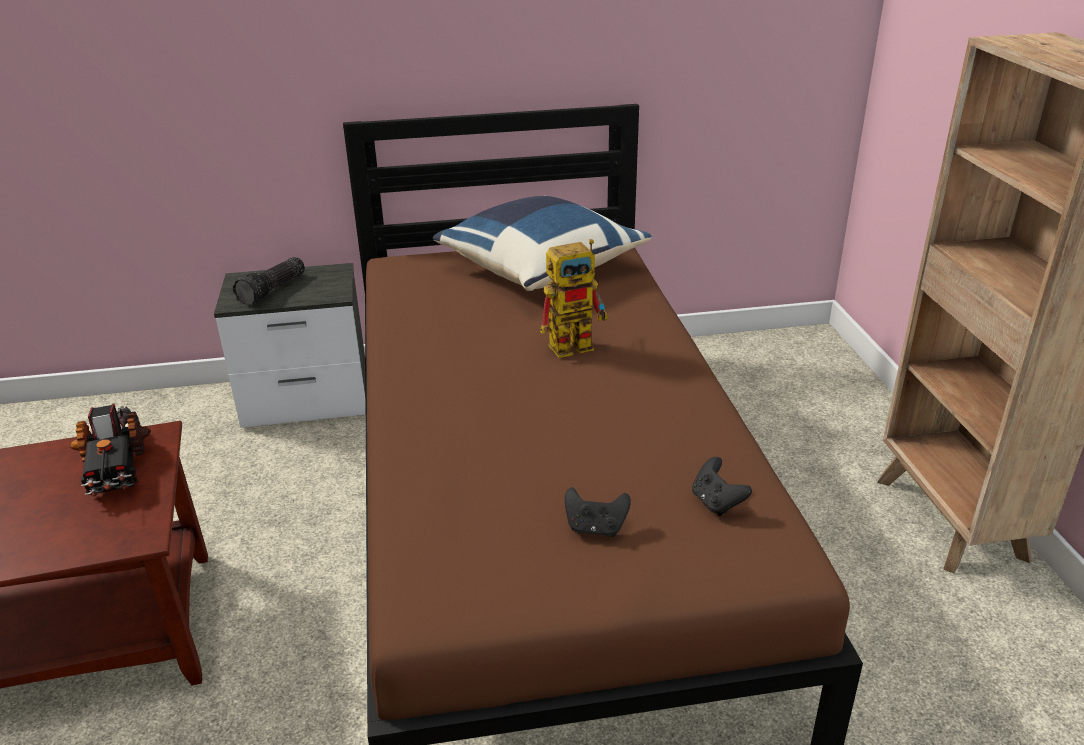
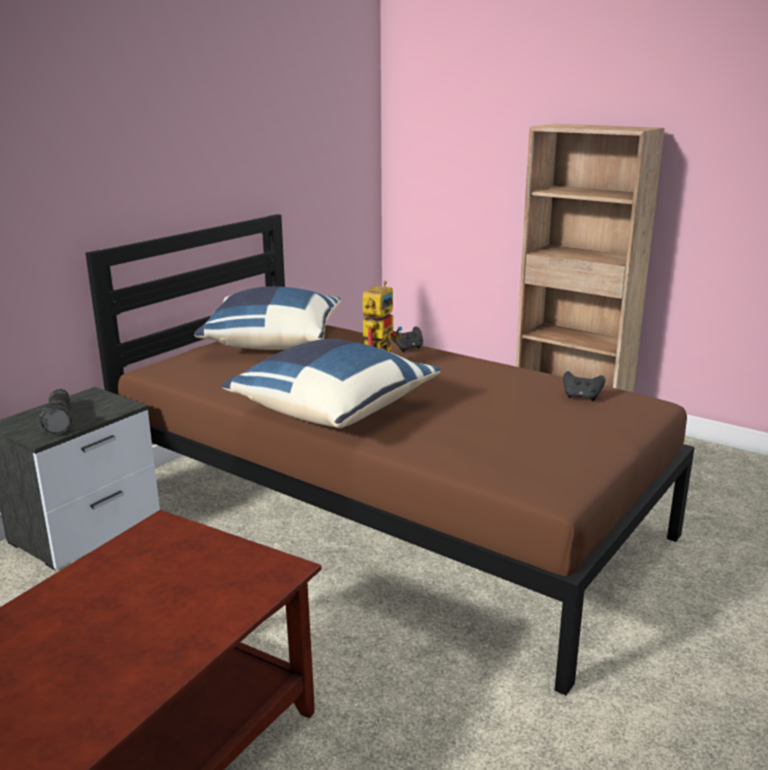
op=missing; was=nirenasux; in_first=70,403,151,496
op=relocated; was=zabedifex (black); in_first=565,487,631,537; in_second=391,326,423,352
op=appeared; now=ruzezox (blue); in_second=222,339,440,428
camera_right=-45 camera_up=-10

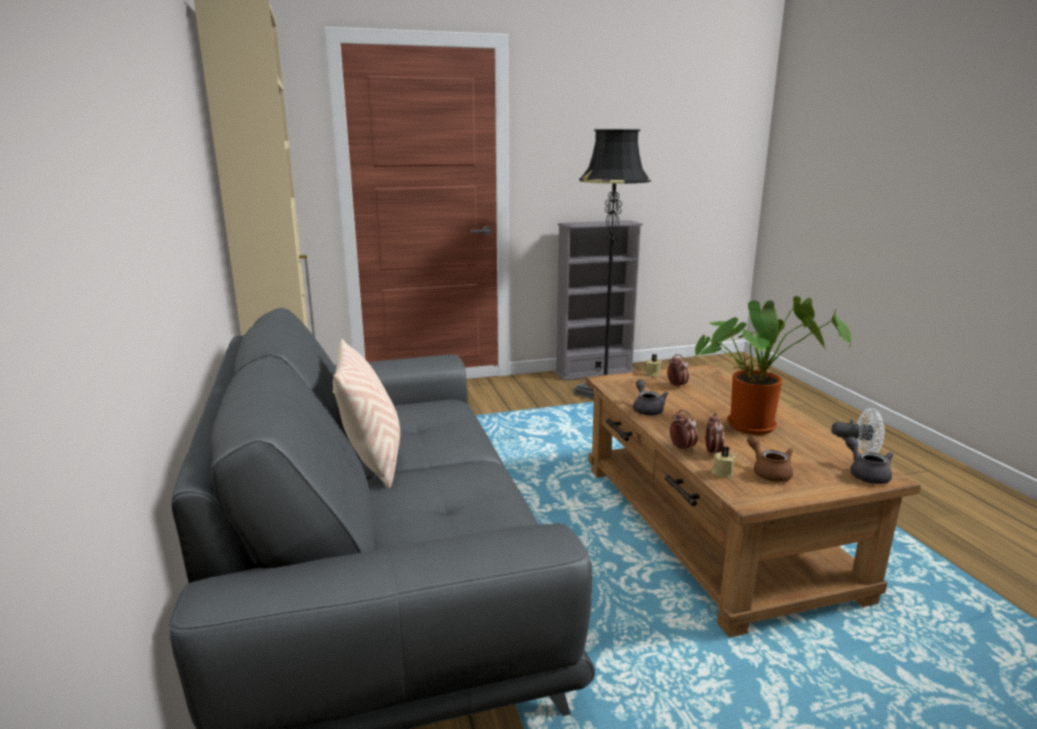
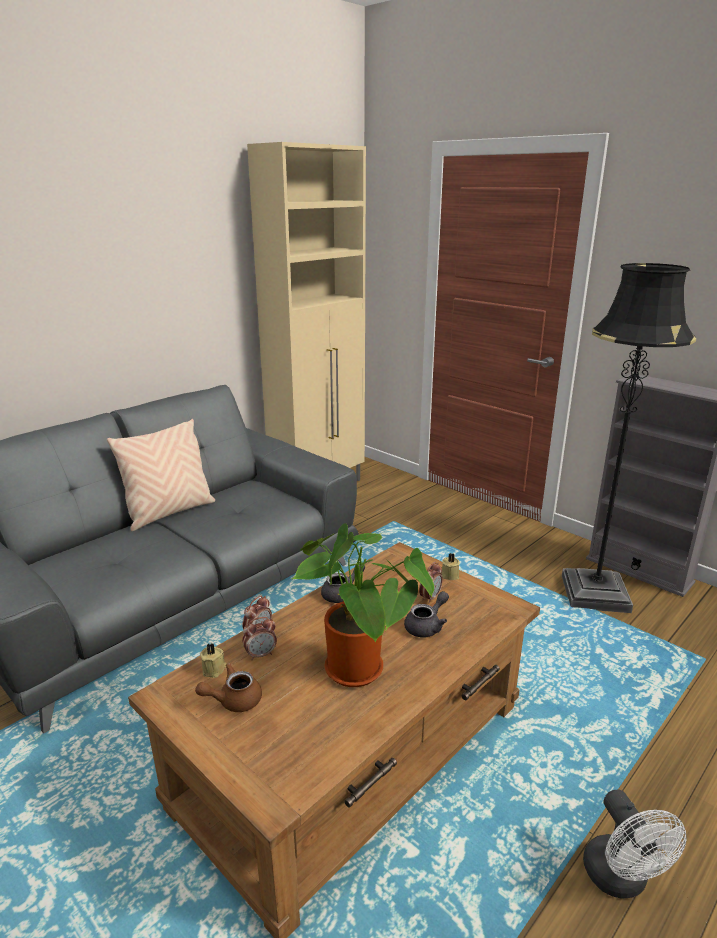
op=spun; was=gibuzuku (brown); in_first=747,435,793,482; in_second=195,663,262,712; clockwise=-150
op=relocated; was=gibuzuku (grey); in_first=846,437,894,484; in_second=404,591,449,638
camera_right=60 camera_up=5

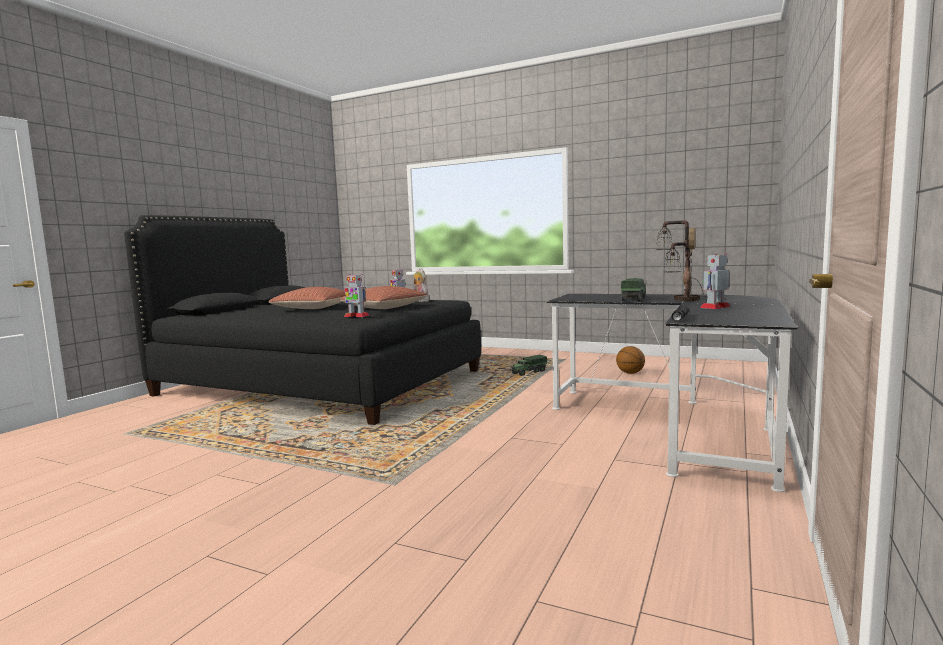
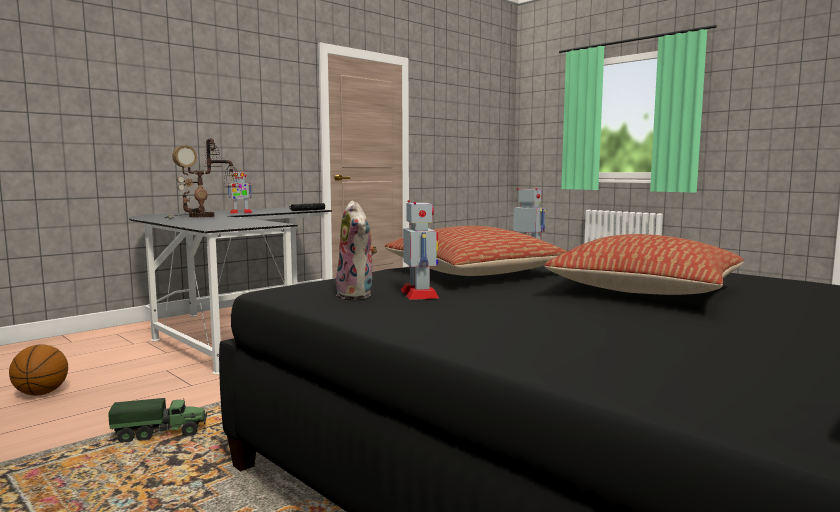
op=missing; was=nirenasux; in_first=621,278,647,301
camera_right=-160 camera_up=0

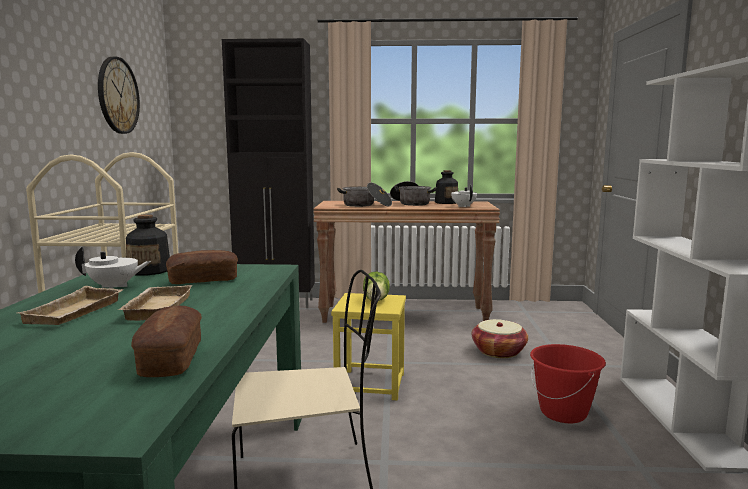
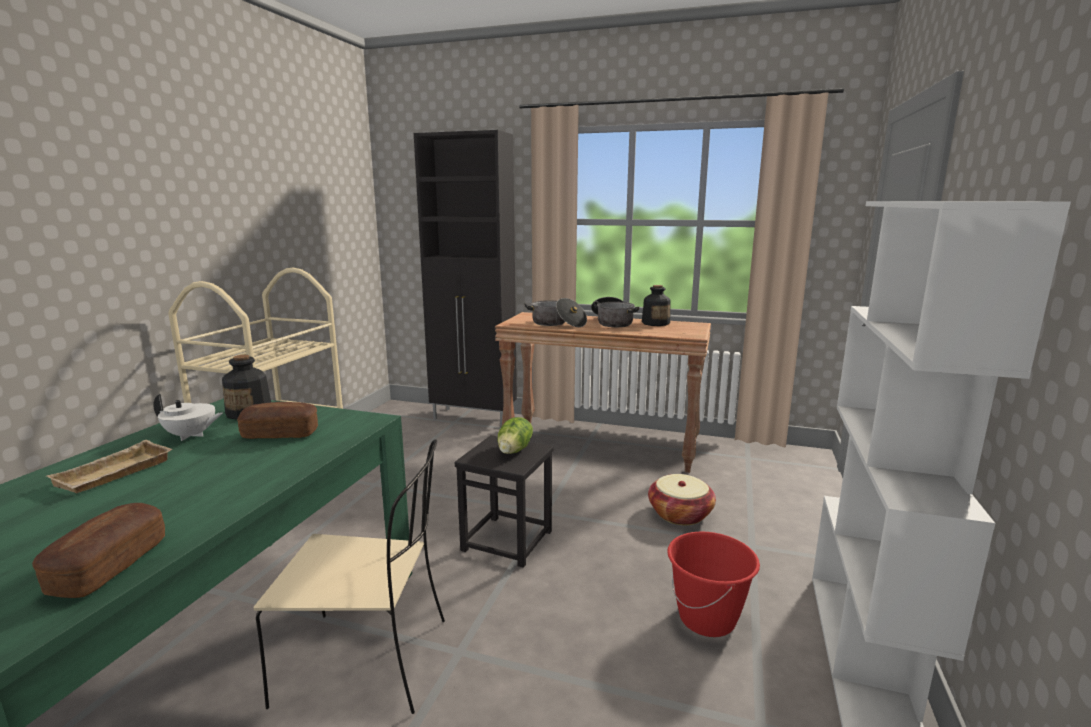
op=missing; was=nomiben; in_first=98,57,140,134
op=missing; was=gibuzuku (white); in_first=451,185,477,207
op=missing; was=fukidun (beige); in_first=118,285,192,321
op=colour; was=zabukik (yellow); now=zabukik (black); in_first=331,293,406,400; in_second=455,435,554,568
camera_right=15 camera_up=5

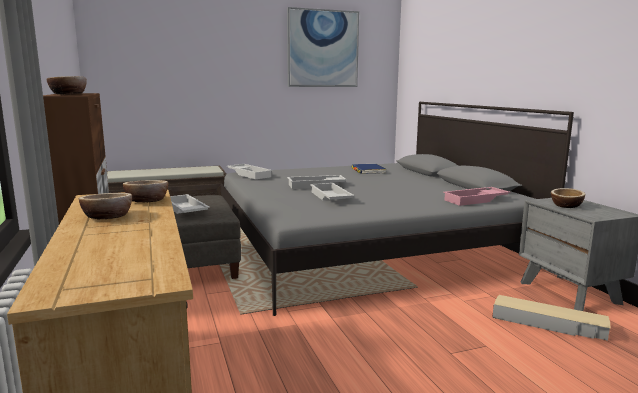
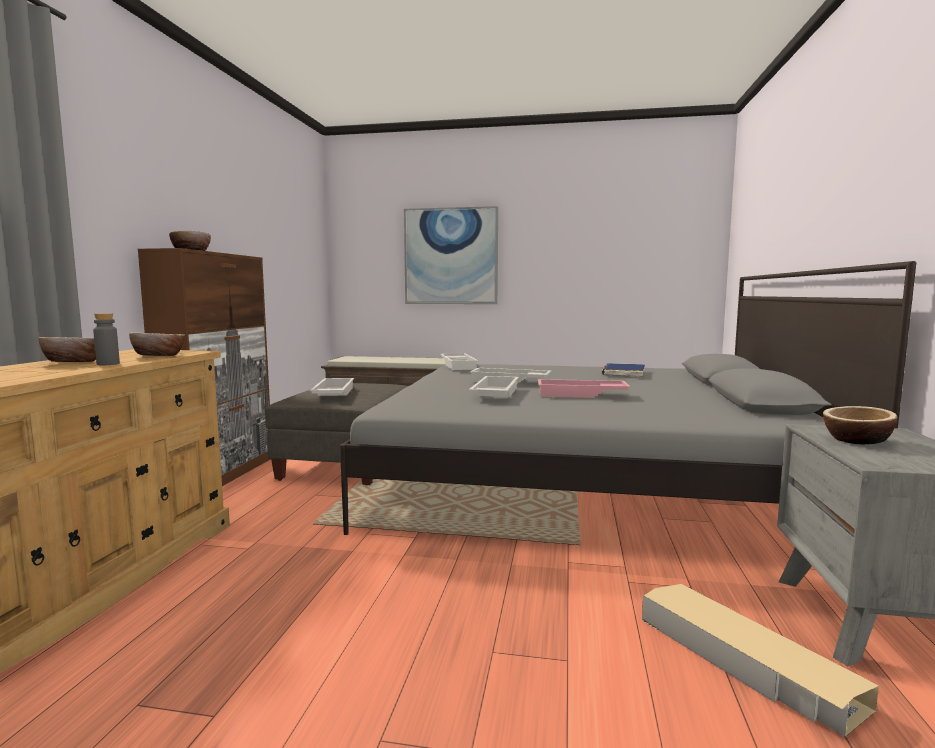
op=relocated; was=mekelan; in_first=287,7,359,87; in_second=404,206,498,304
op=relocated; was=fukidun (pink); in_first=443,187,510,206; in_second=538,379,630,398
op=appeared; now=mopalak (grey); in_second=93,313,120,365
camera_right=30 camera_up=-5

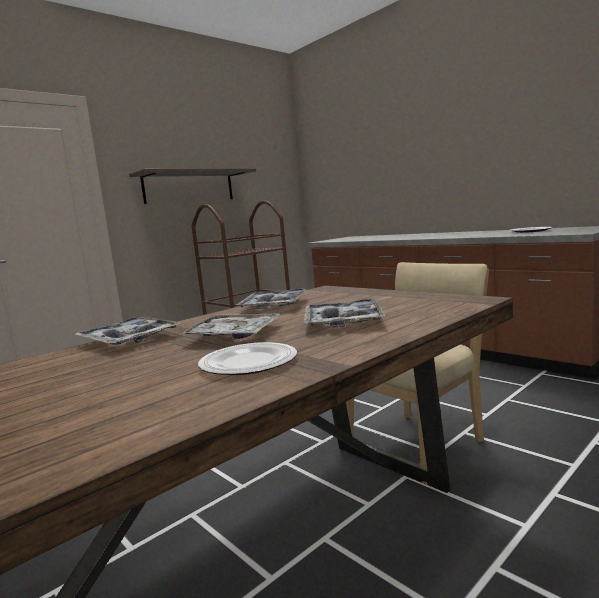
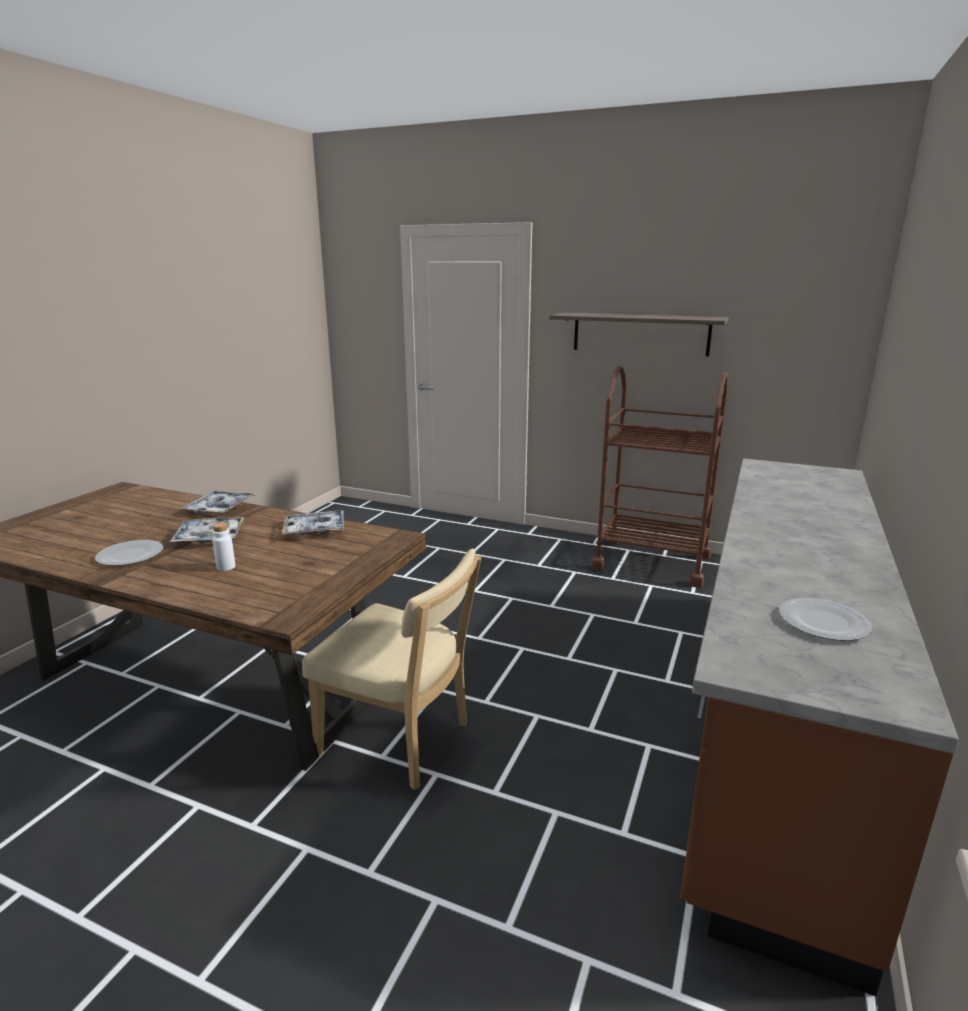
op=exchanged; was=fukidun; now=mopalak (white); in_first=303,299,385,328; in_second=212,522,235,571
camera_right=65 camera_up=10

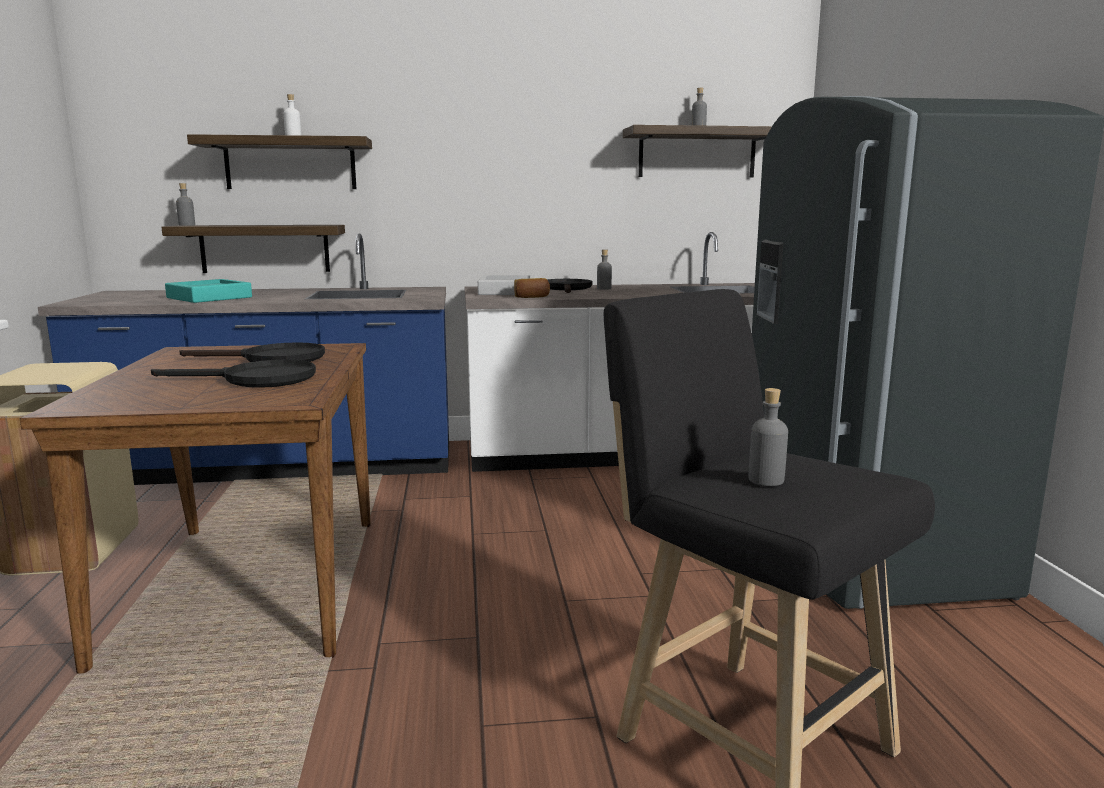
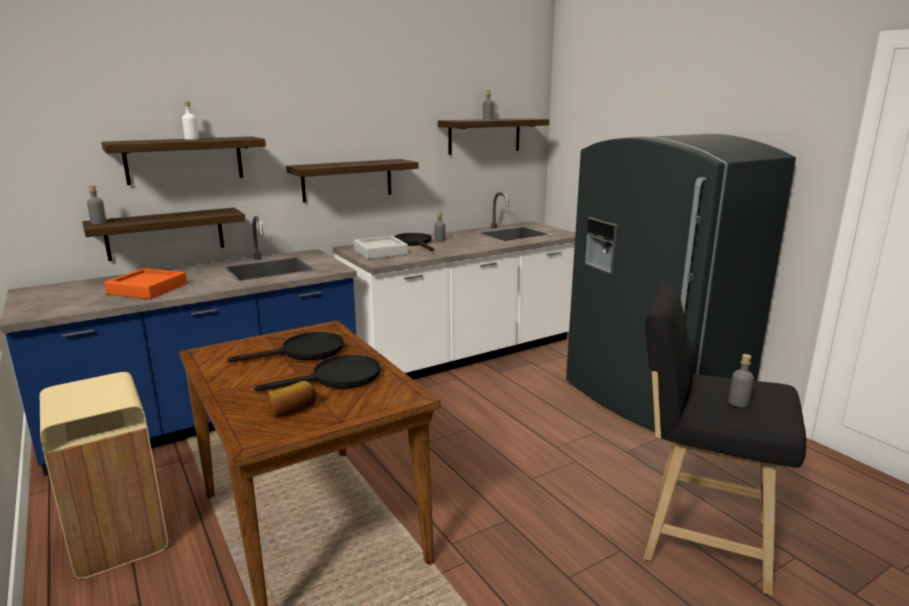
op=relocated; was=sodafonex; in_first=514,278,550,298; in_second=268,381,317,417
op=colour; was=fukidun (turquoise); now=fukidun (orange); in_first=165,279,252,303; in_second=104,268,187,299
op=appeared; now=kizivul; in_second=286,159,419,203
camera_right=-25 camera_up=5

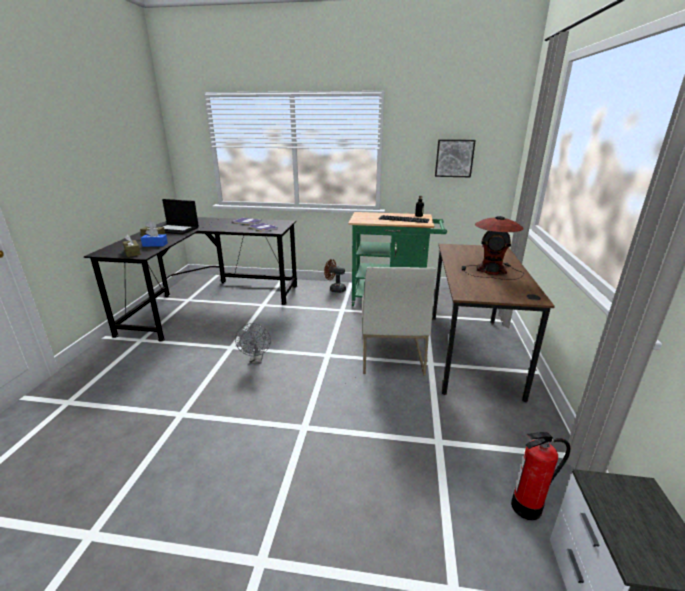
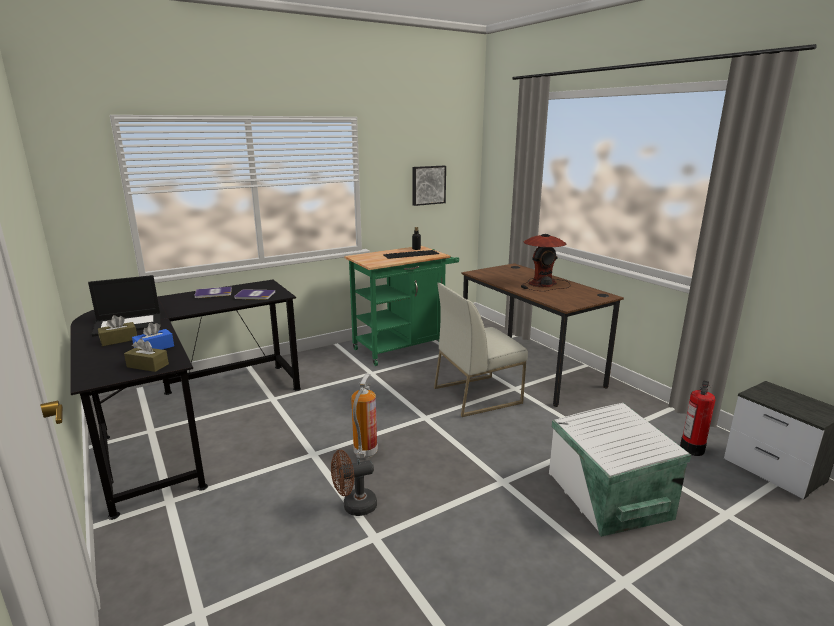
op=relocated; was=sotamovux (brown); in_first=324,259,346,293; in_second=331,450,377,516
op=spun; was=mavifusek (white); in_first=362,267,436,375; in_second=434,283,528,417; clockwise=105
op=exchanged; was=sotamovux (grey); now=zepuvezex; in_first=235,323,271,364; in_second=350,374,378,458
op=appeared; now=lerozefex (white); in_second=549,403,691,537
camera_right=-40 camera_up=-5

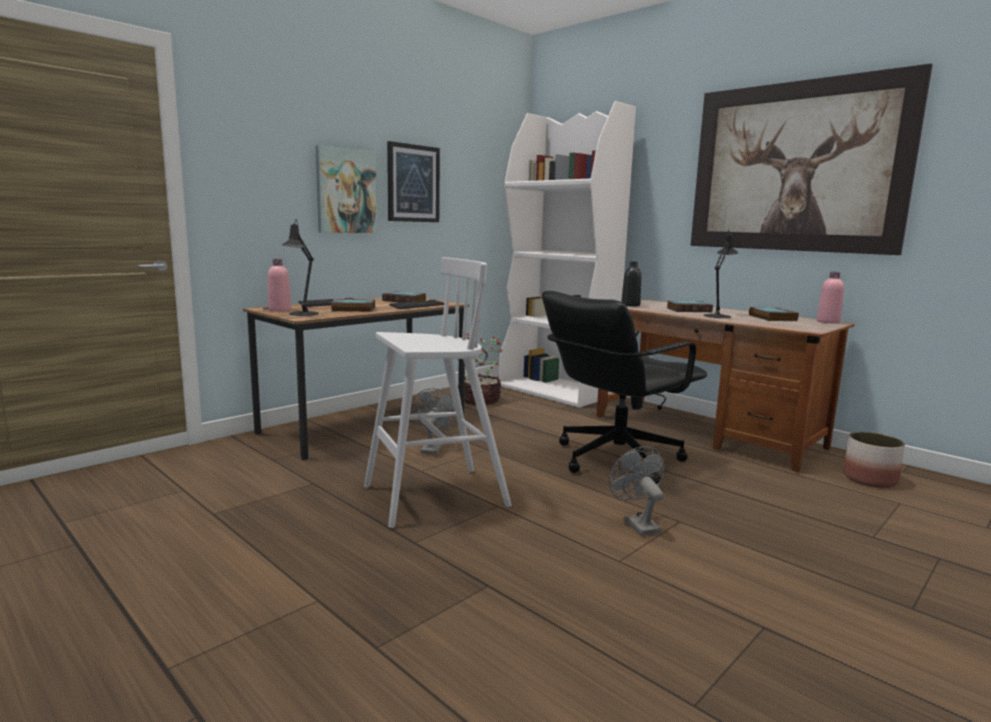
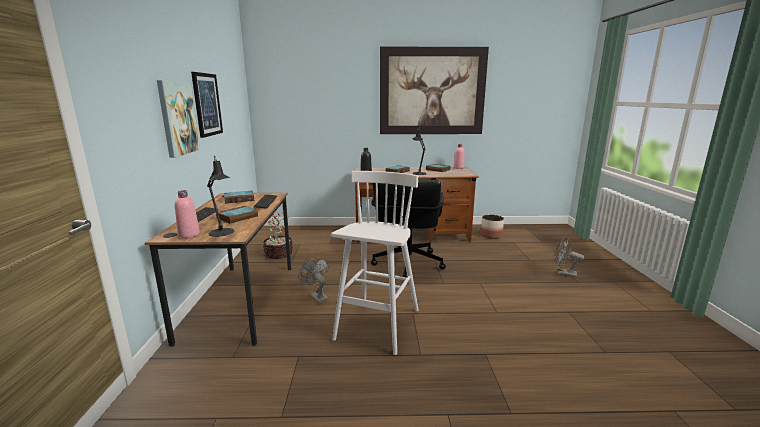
op=missing; was=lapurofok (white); in_first=499,101,636,408
op=relocated; was=sotamovux (grey); in_first=609,446,665,536; in_second=554,238,585,278
camera_right=-45 camera_up=5

